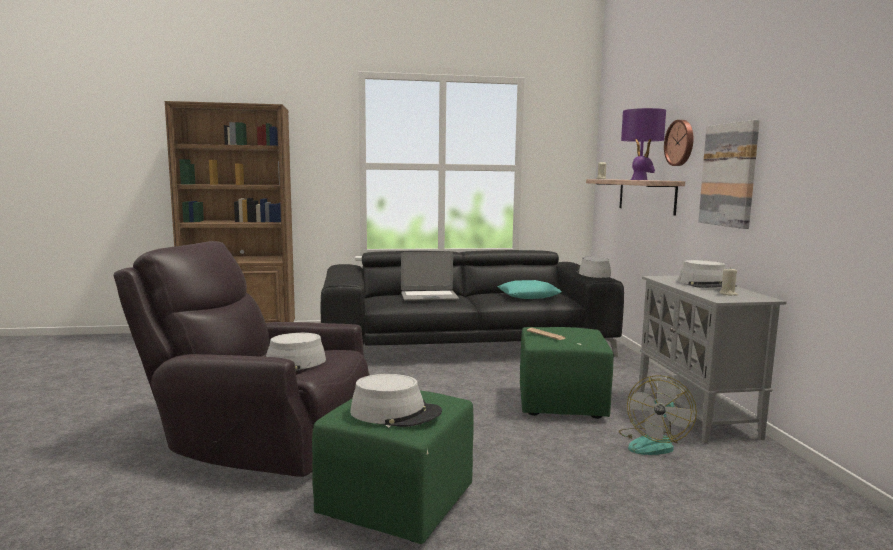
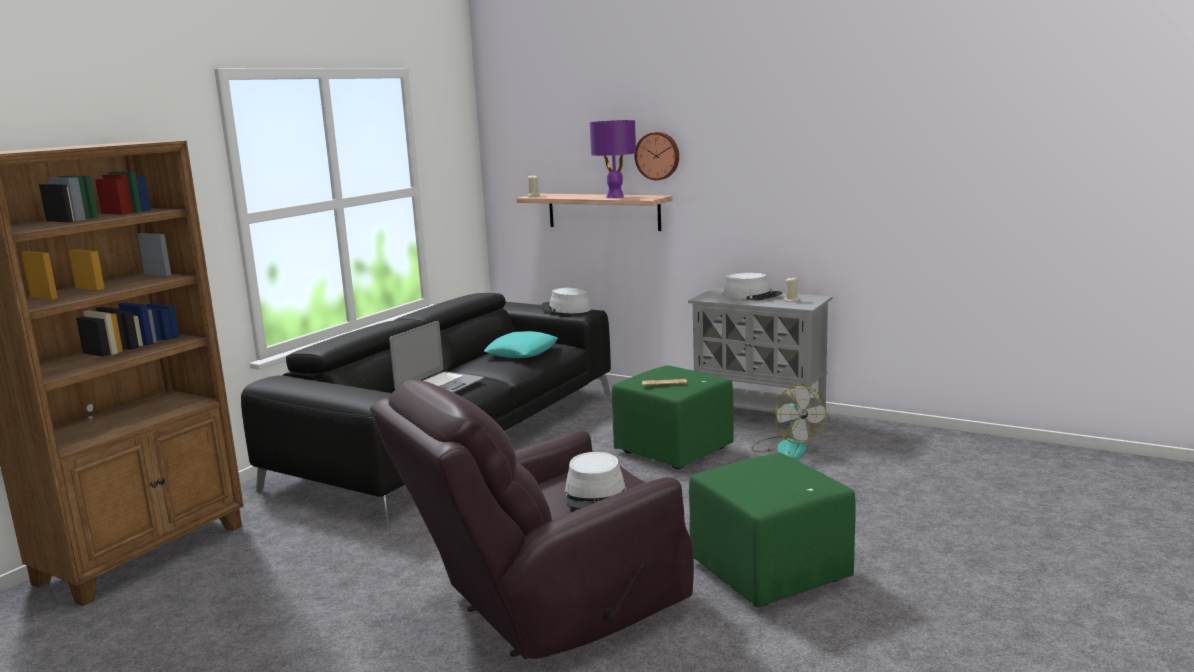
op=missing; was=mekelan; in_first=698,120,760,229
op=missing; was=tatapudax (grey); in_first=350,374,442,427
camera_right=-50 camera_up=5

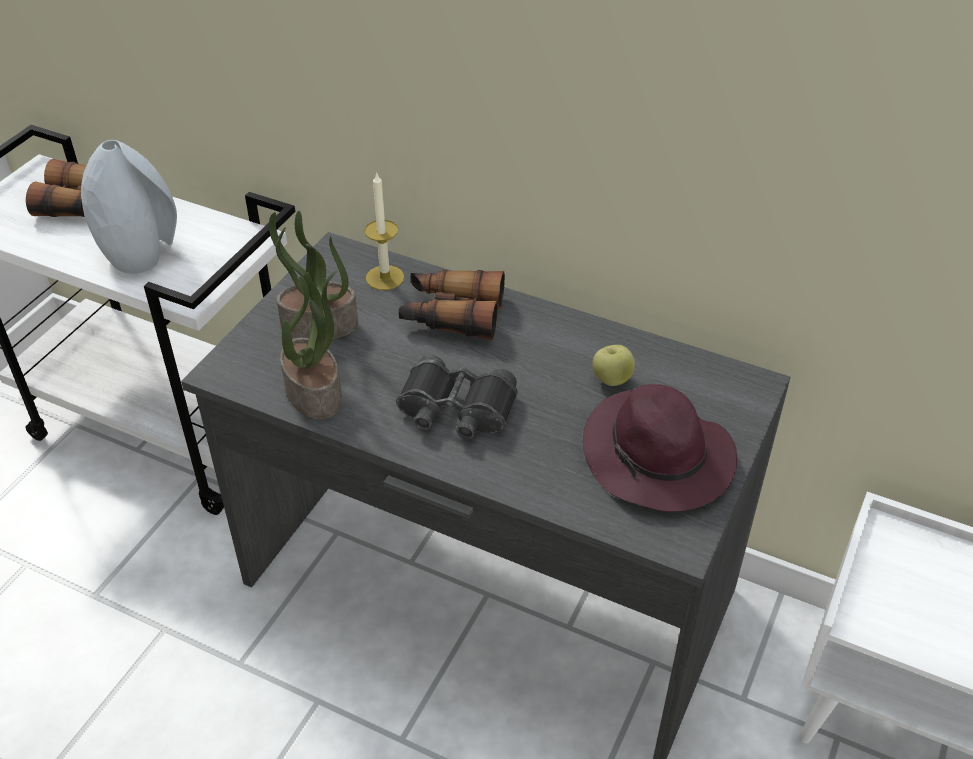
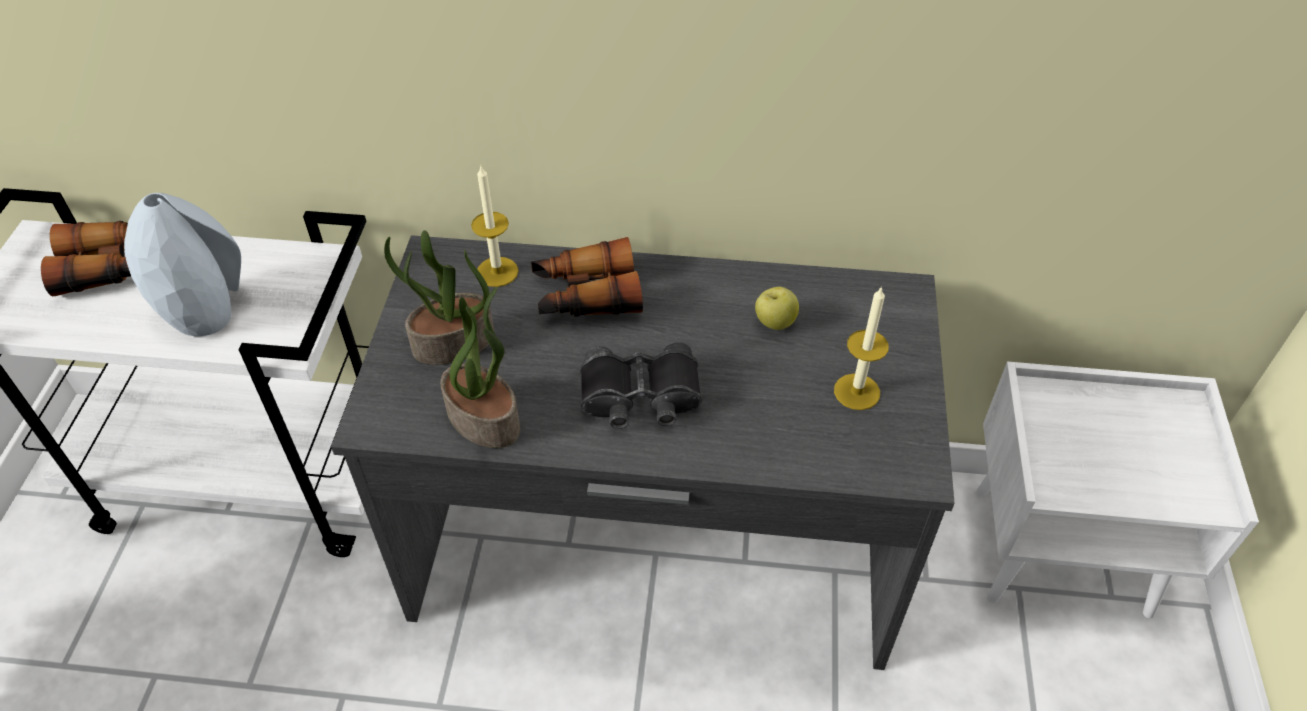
op=exchanged; was=tatapudax (purple); now=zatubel; in_first=583,384,737,512; in_second=834,286,889,410
camera_right=-20 camera_up=5

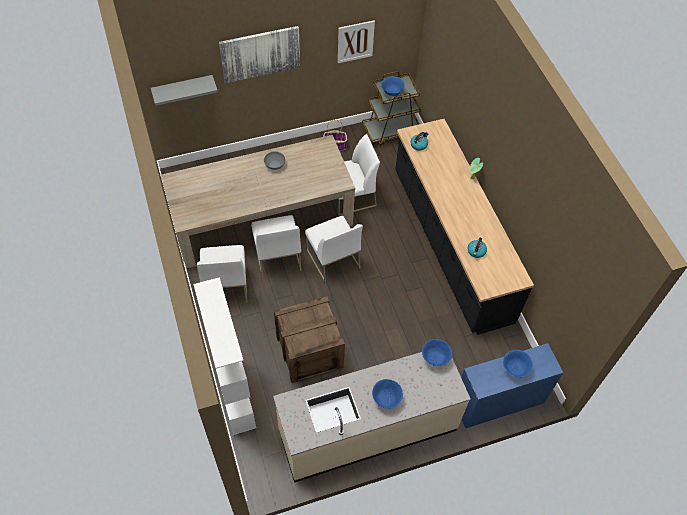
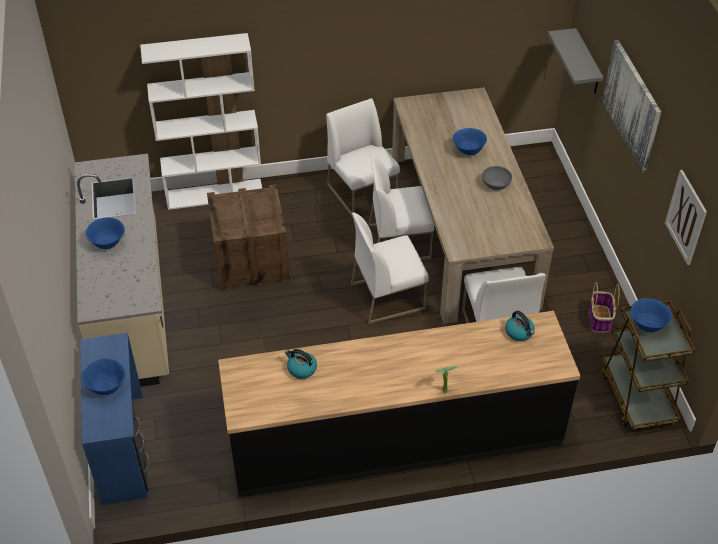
op=spun; was=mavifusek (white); in_first=197,245,247,302; in_second=326,98,400,217; clockwise=60
op=relocated; was=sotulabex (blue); in_first=422,339,452,366; in_second=453,128,487,155
camera_right=100 camera_up=-10

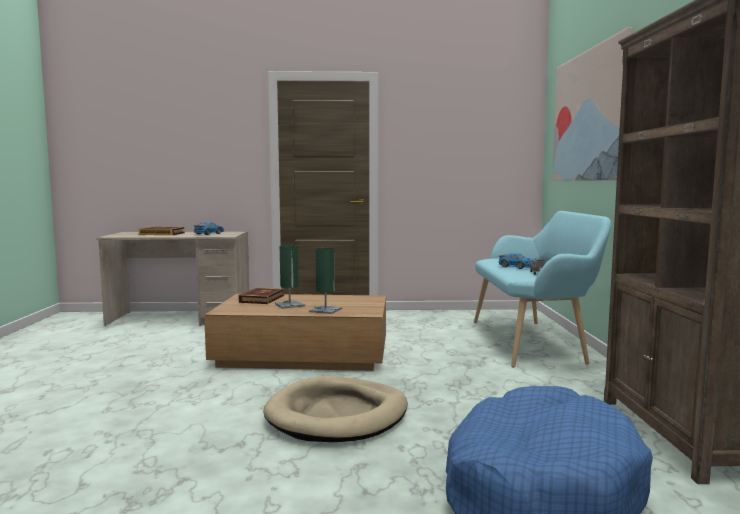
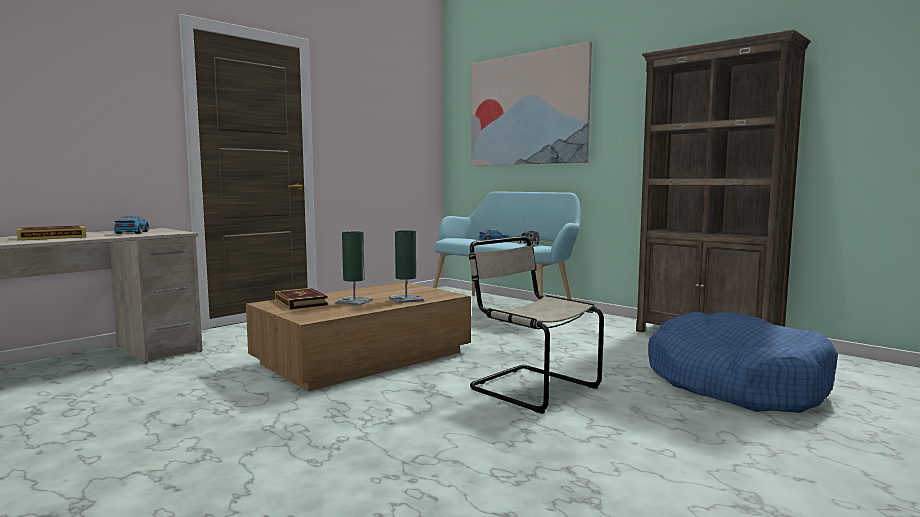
op=exchanged; was=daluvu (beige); now=mavifusek (beige); in_first=263,376,408,442; in_second=469,236,604,414
camera_right=-45 camera_up=0

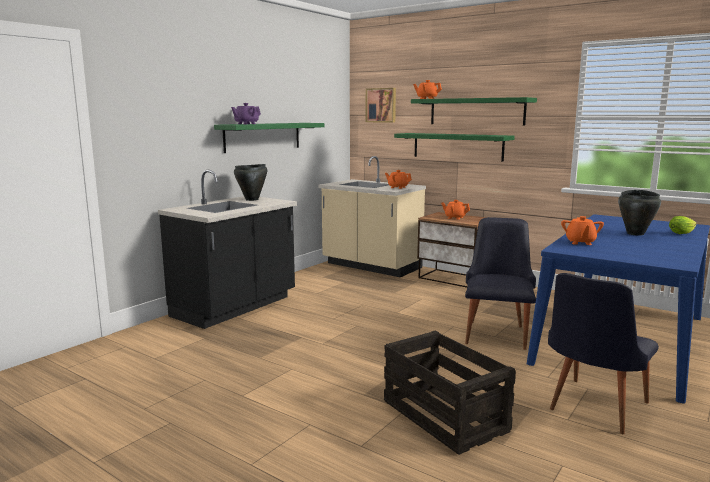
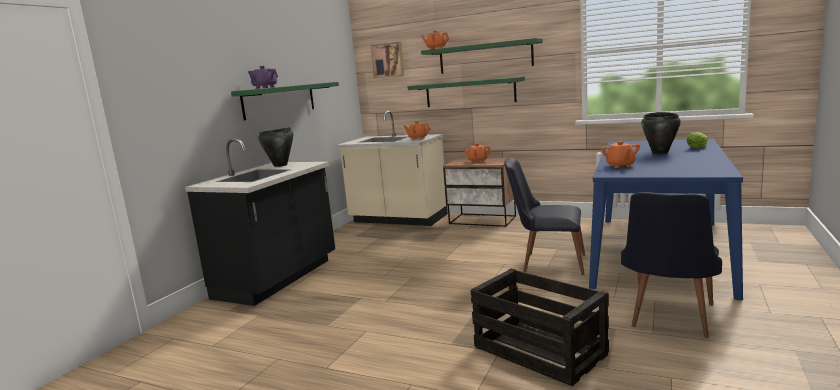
op=spun; was=mavifusek (black); in_first=465,217,536,350; in_second=504,157,585,275; clockwise=-75
camera_right=-10 camera_up=0

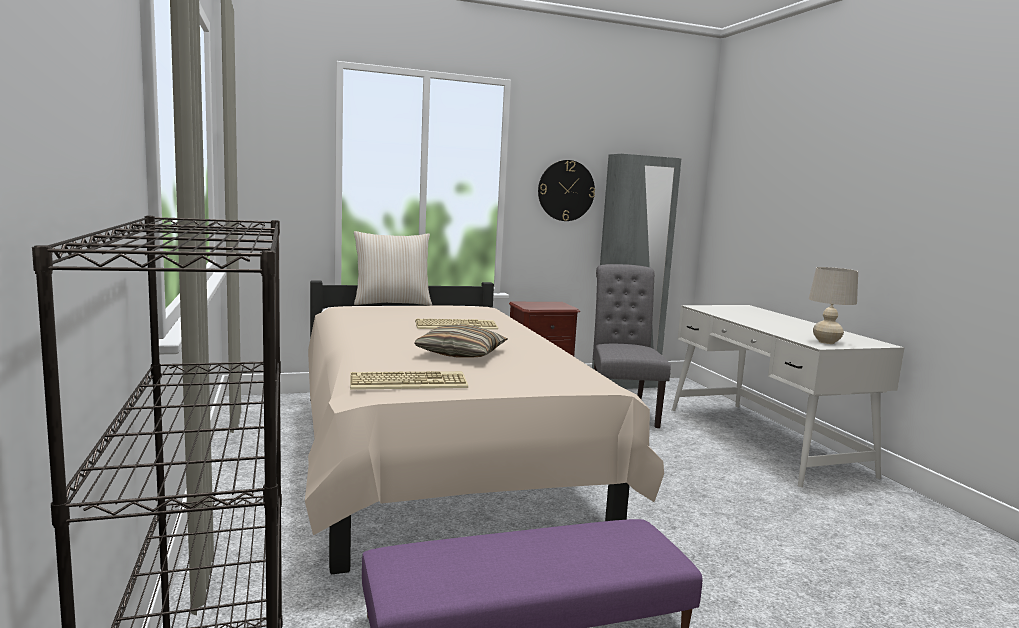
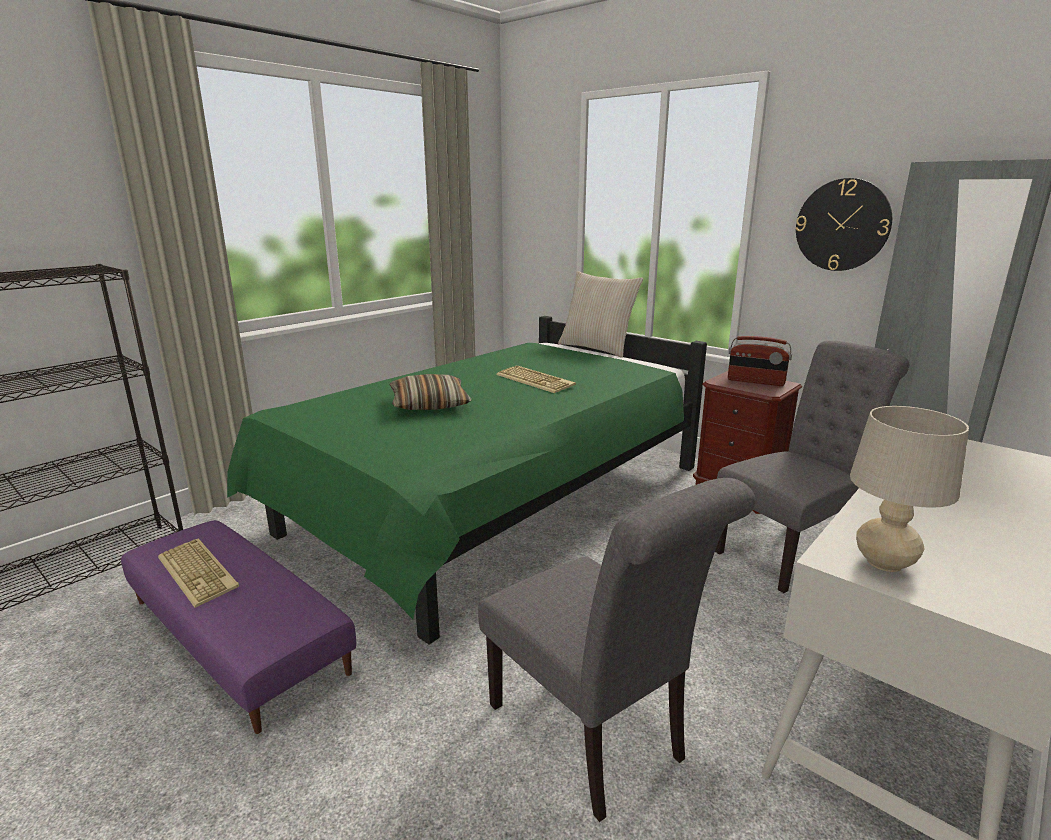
op=colour; was=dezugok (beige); now=dezugok (green); in_first=305,280,664,575; in_second=227,316,707,645
op=relocated; was=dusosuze; in_first=350,371,468,390; in_second=158,539,239,608
op=appeared; now=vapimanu; in_second=728,336,792,386
op=appeared; now=mavifusek (grey); in_second=478,478,756,822
camera_right=60 camera_up=10

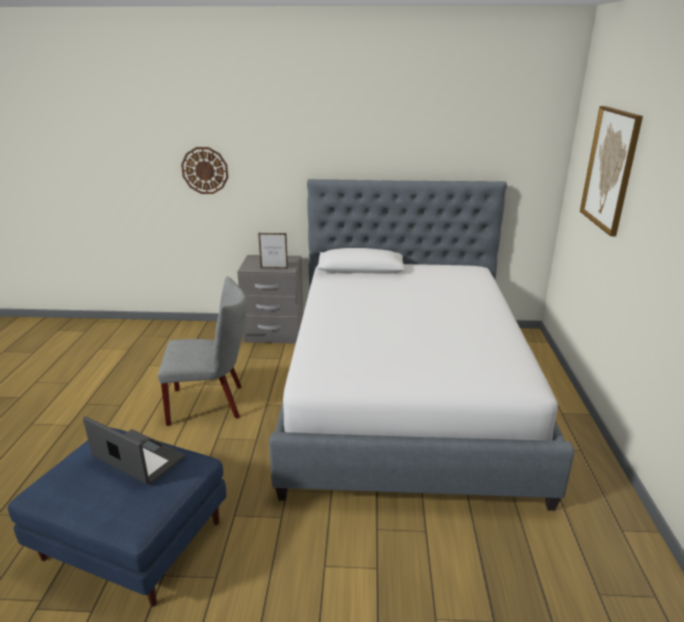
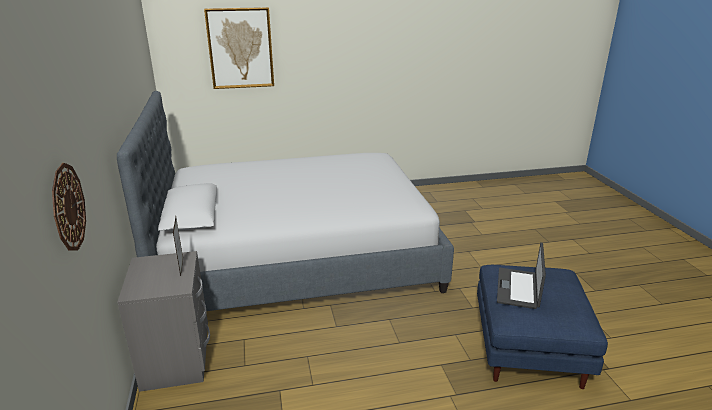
op=missing; was=mavifusek (grey); in_first=158,276,246,426
camera_right=-105 camera_up=0

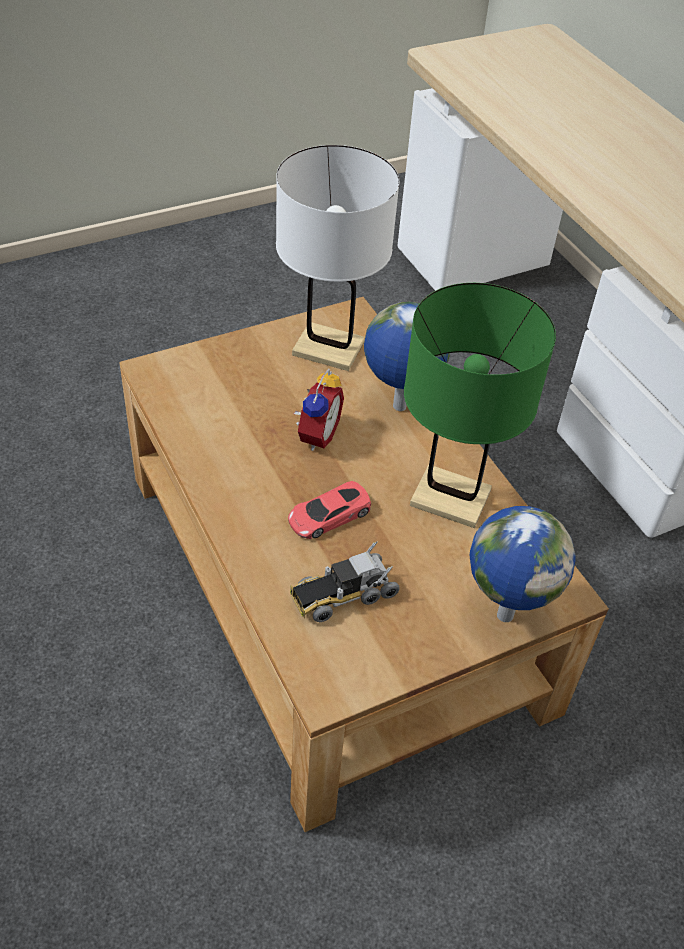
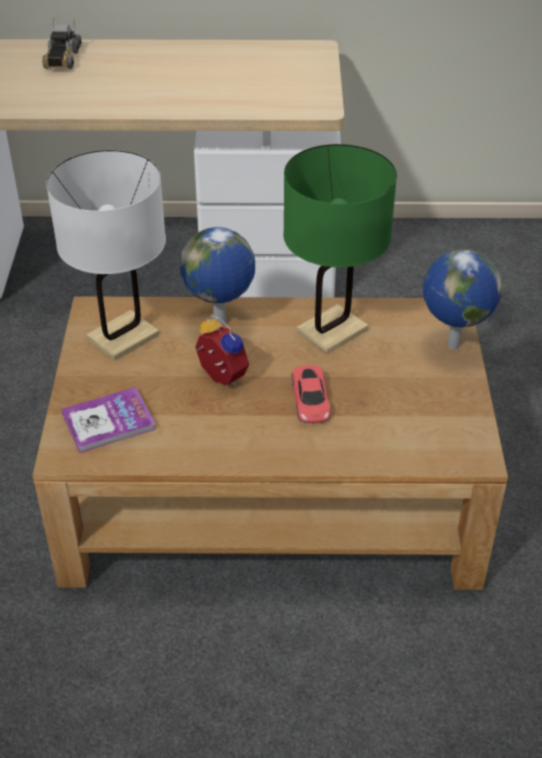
op=relocated; was=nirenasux; in_first=290,542,400,622; in_second=42,19,82,69
op=appeared; now=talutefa; in_second=61,387,156,453
camera_right=-60 camera_up=-5

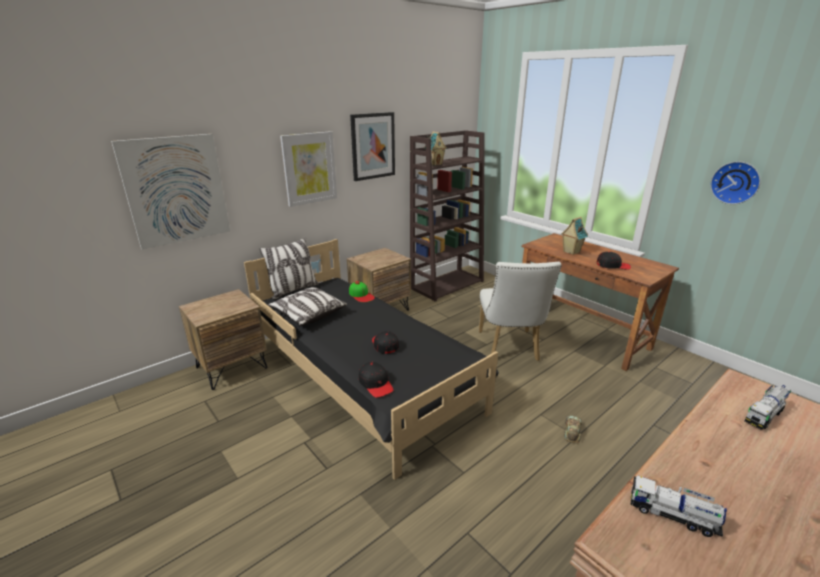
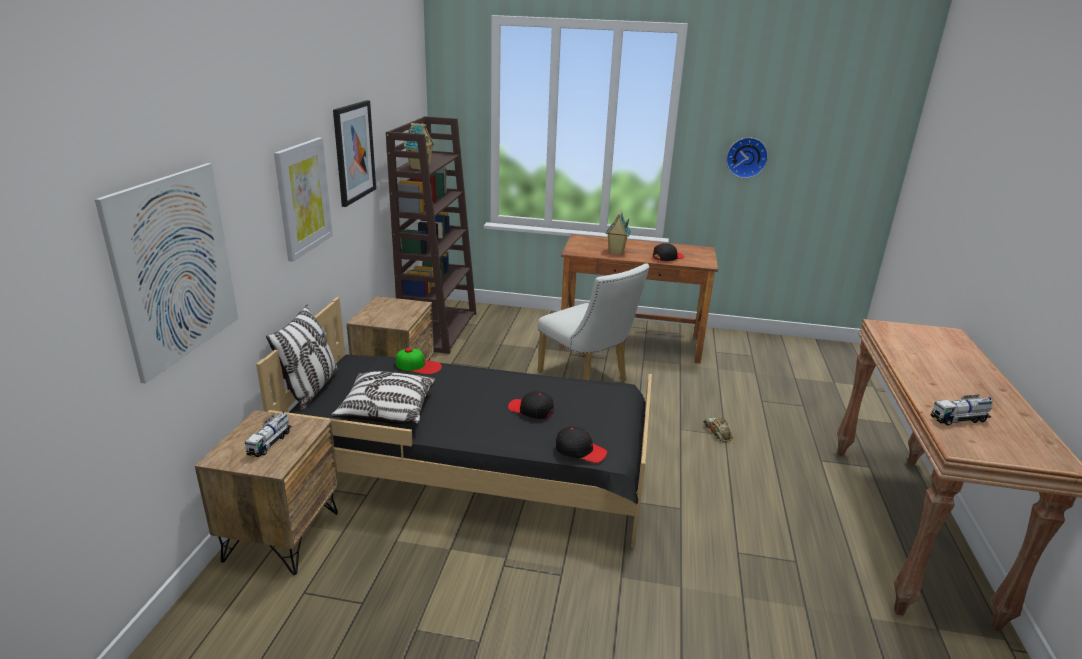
op=relocated; was=nirenasux; in_first=745,384,791,430; in_second=245,411,292,457
camera_right=-40 camera_up=0

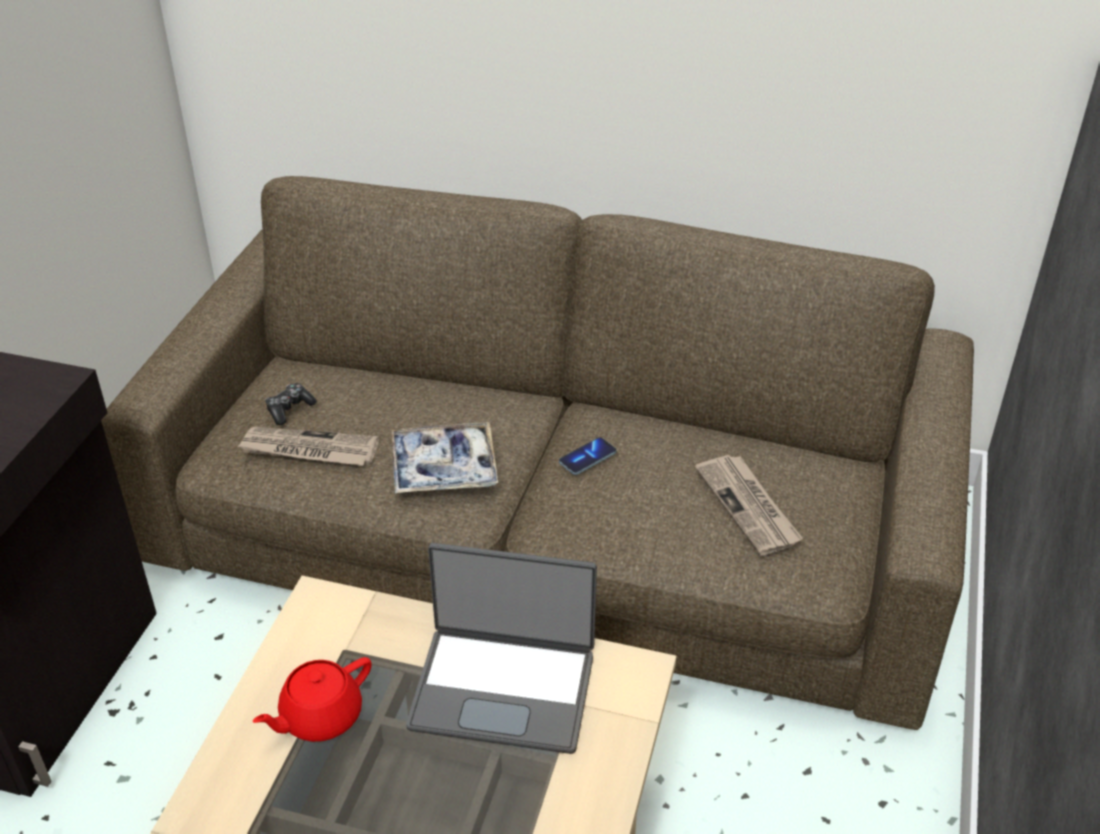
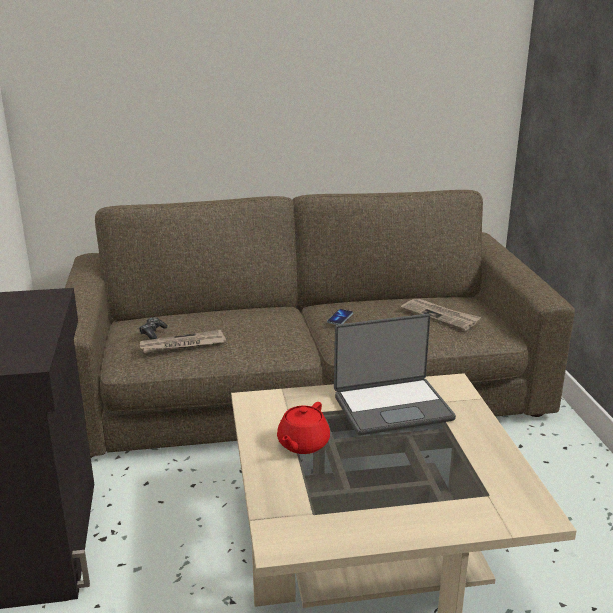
op=missing; was=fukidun; in_first=392,422,498,494
camera_right=-25 camera_up=-15

